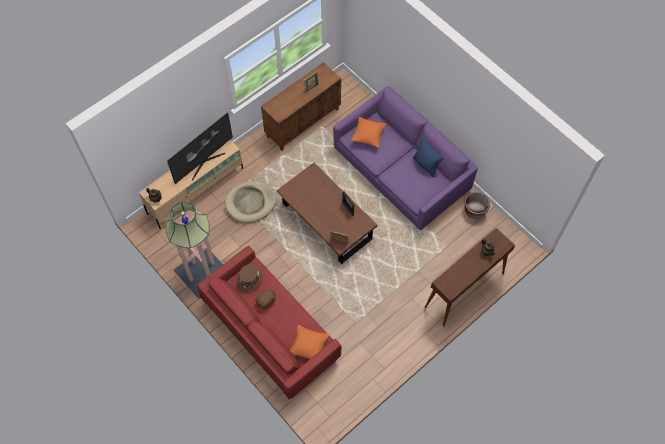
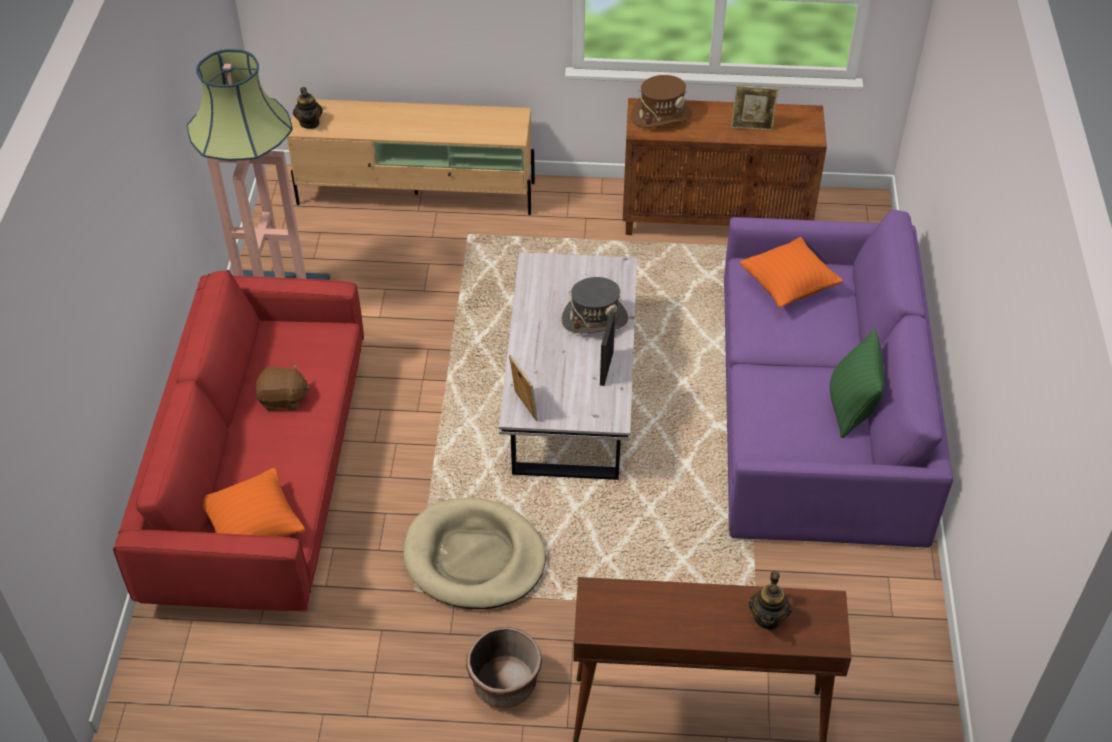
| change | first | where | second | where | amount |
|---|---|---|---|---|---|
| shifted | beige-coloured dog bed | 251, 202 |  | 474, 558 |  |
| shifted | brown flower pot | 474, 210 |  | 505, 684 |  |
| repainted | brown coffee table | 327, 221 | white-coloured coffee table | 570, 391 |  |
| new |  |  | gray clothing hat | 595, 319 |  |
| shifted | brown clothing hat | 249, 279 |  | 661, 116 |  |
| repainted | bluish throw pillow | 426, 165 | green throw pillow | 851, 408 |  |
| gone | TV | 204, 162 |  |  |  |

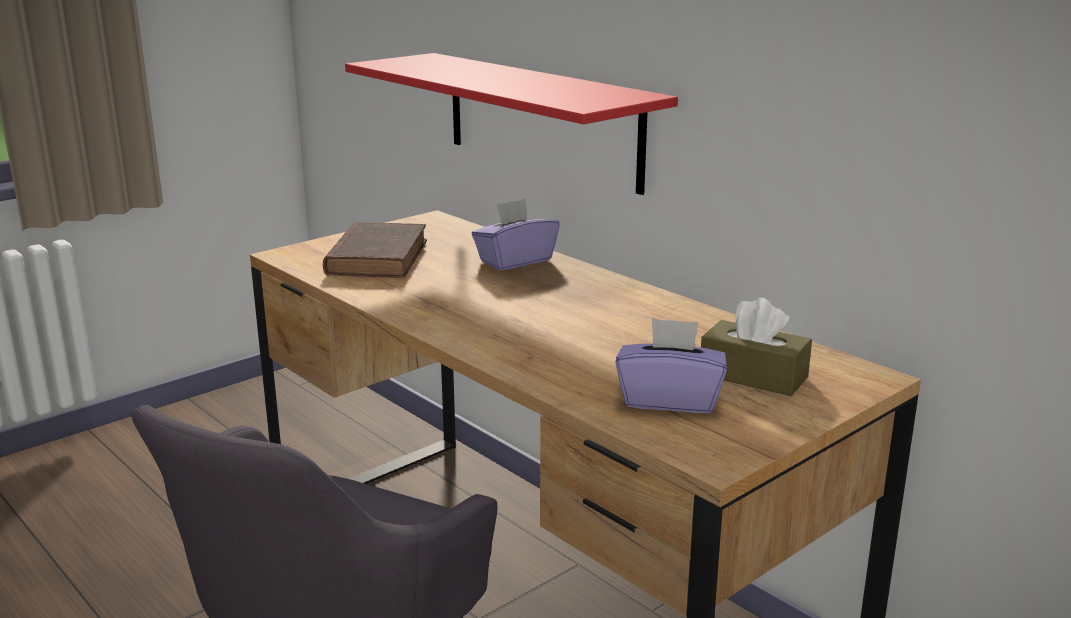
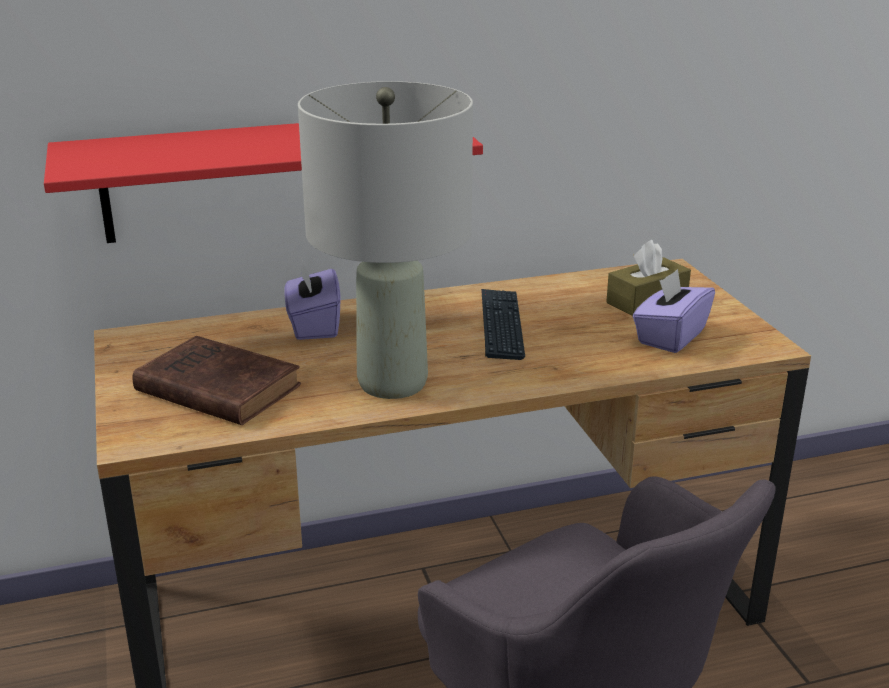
| change | first | where | second | where | amount |
|---|---|---|---|---|---|
| new |  |  | gray table lamp | 392, 382 |  |
| new |  |  | keyboard | 501, 325 |  |

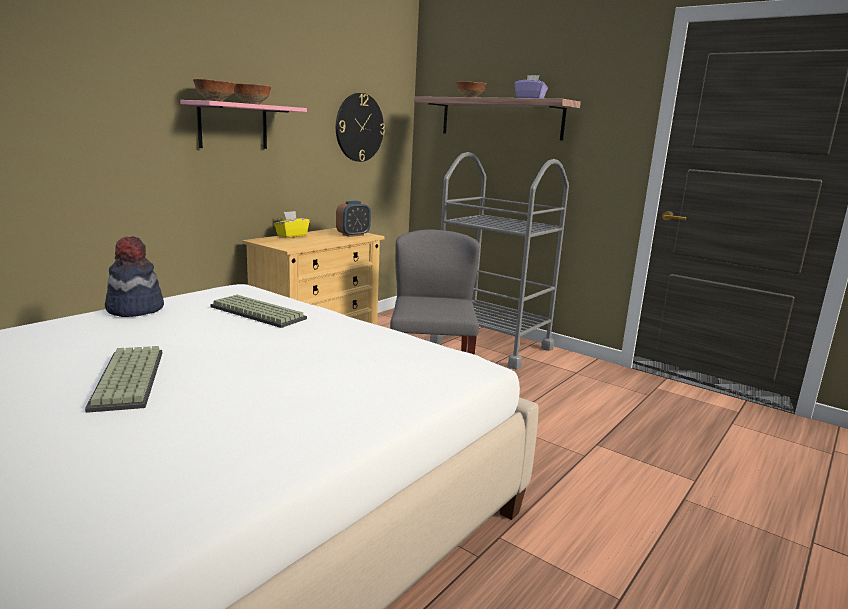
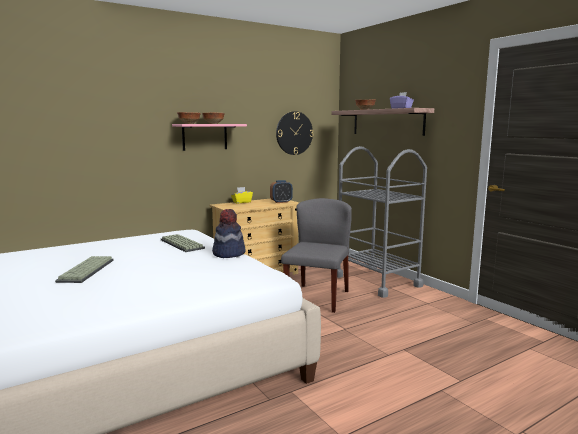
| change | first | where | second | where | amount |
|---|---|---|---|---|---|
| shifted | clothing hat | 134, 309 |  | 228, 253 |  |

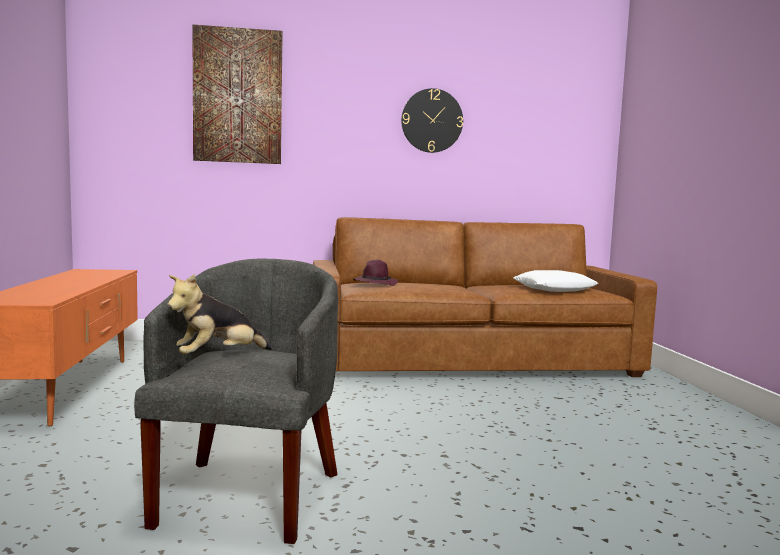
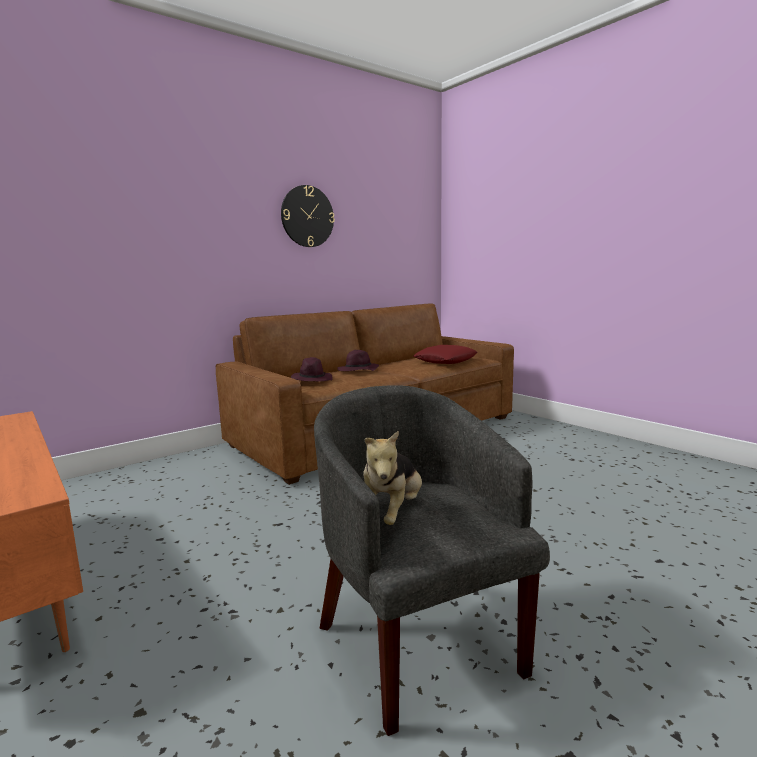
| change | first | where | second | where | amount |
|---|---|---|---|---|---|
| new |  |  | purplish clothing hat | 357, 371 |  |
| repainted | white-coloured throw pillow | 554, 289 | reddish throw pillow | 445, 360 |  |
| gone | wall picture | 238, 96 |  |  |  |

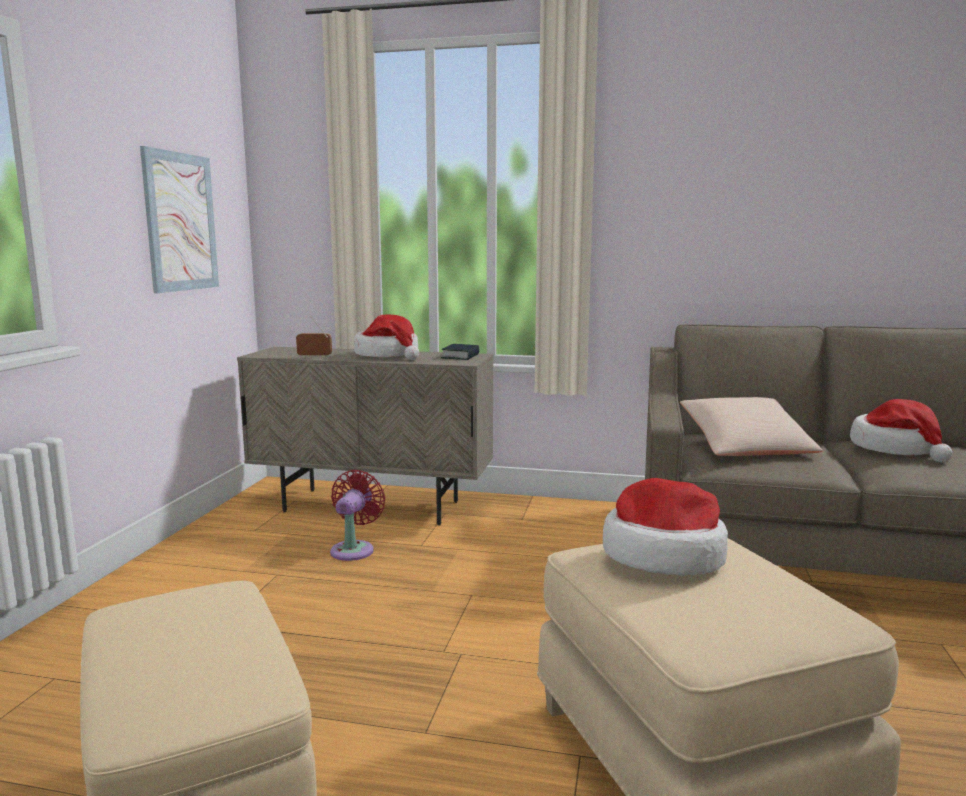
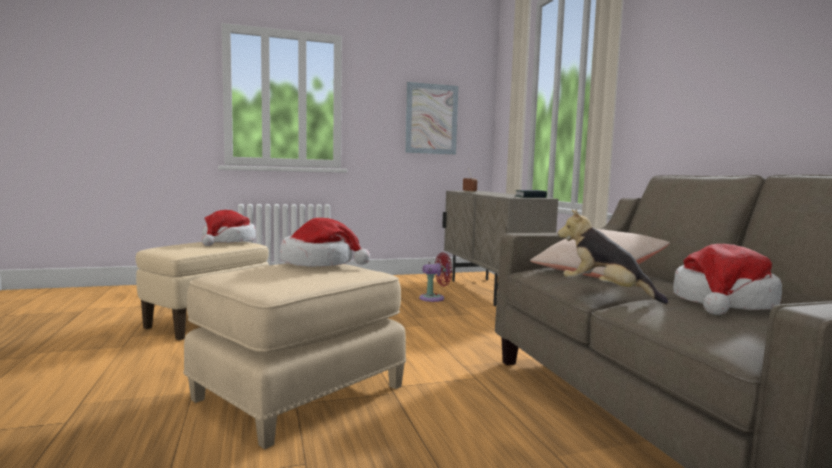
| change | first | where | second | where | amount |
|---|---|---|---|---|---|
| shifted | clothing hat | 388, 355 |  | 228, 242 |  |
| new |  |  | cuddly toy | 605, 292 |  |

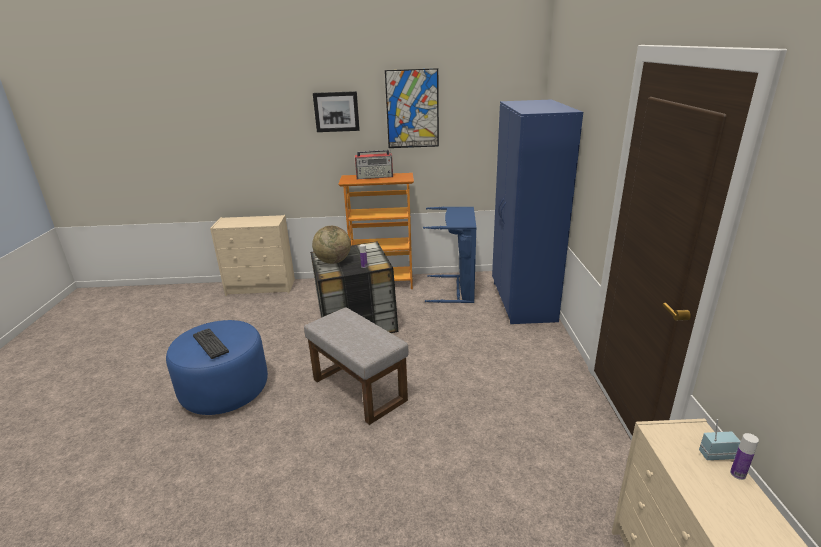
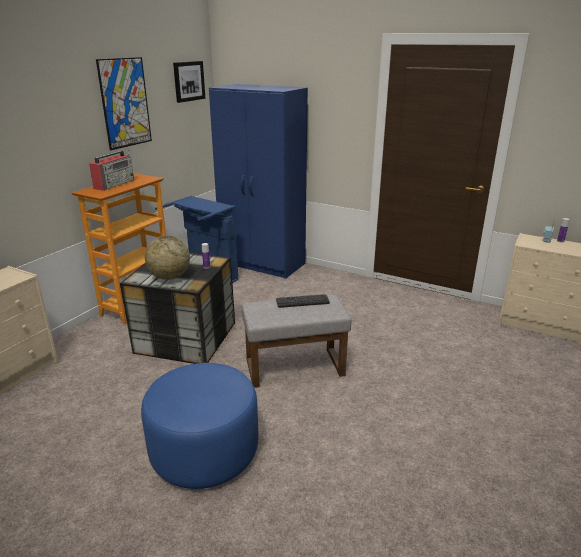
| change | first | where | second | where | amount |
|---|---|---|---|---|---|
| shifted | wall picture | 336, 111 |  | 188, 81 |  |
| shifted | keyboard | 210, 344 |  | 302, 301 |  |

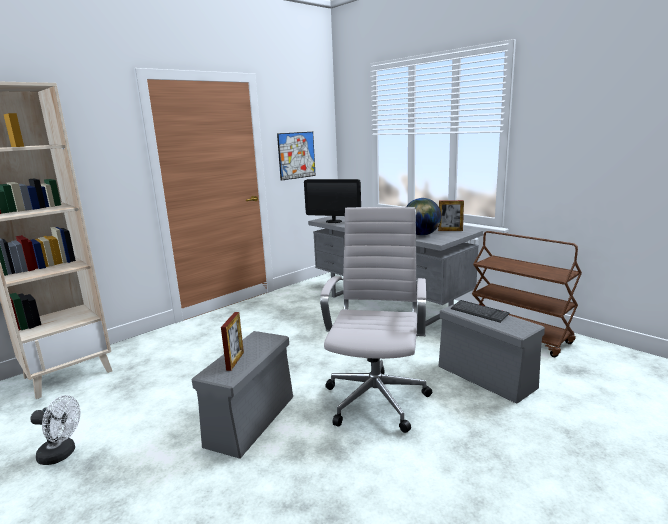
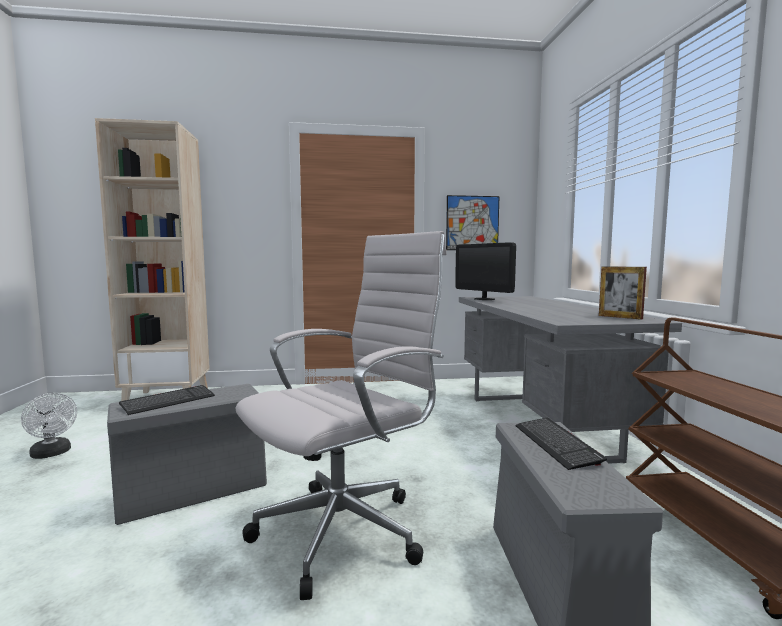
| change | first | where | second | where | amount |
|---|---|---|---|---|---|
| swapped | standing frame | 235, 361 | keyboard | 168, 401 |  |
| gone | globe | 421, 235 |  |  |  |

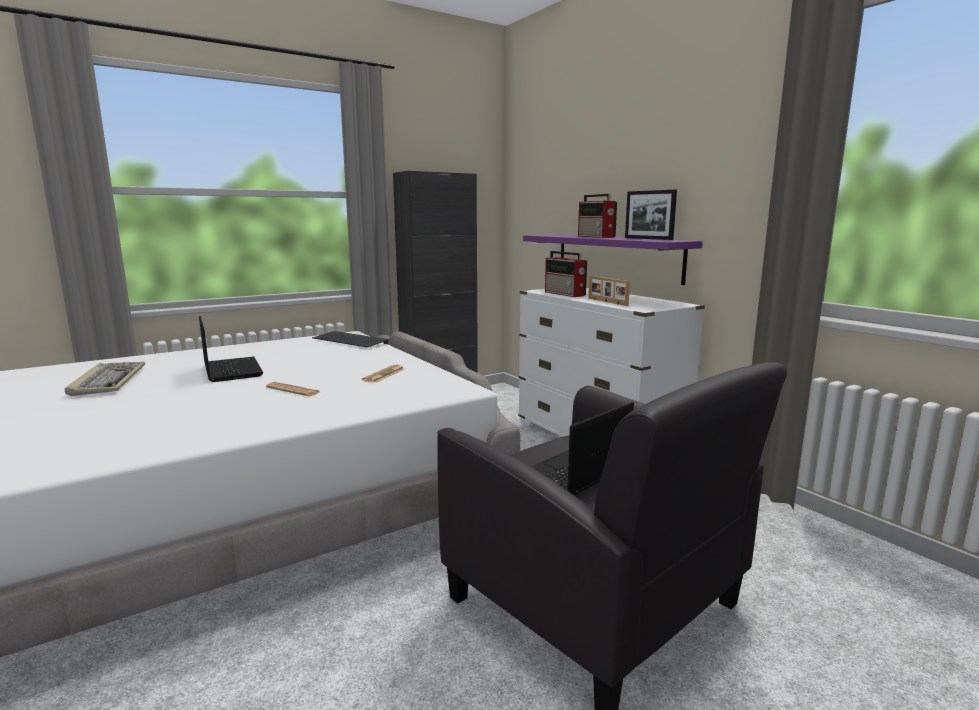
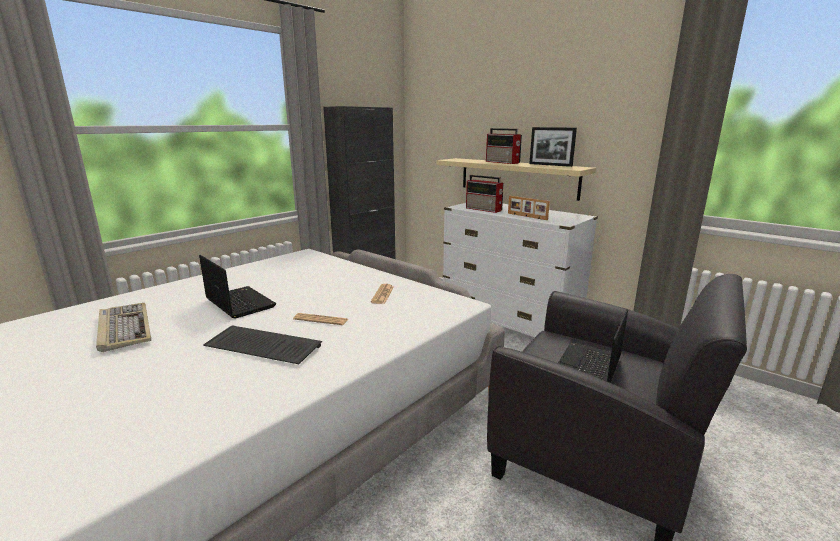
| change | first | where | second | where | amount |
|---|---|---|---|---|---|
| shifted | keyboard | 348, 342 |  | 261, 347 |  |
| repainted | purplish bracket shelf | 616, 257 | beige-coloured bracket shelf | 517, 178 |  |

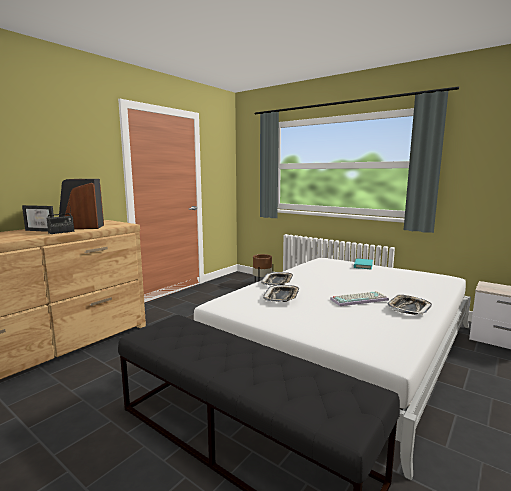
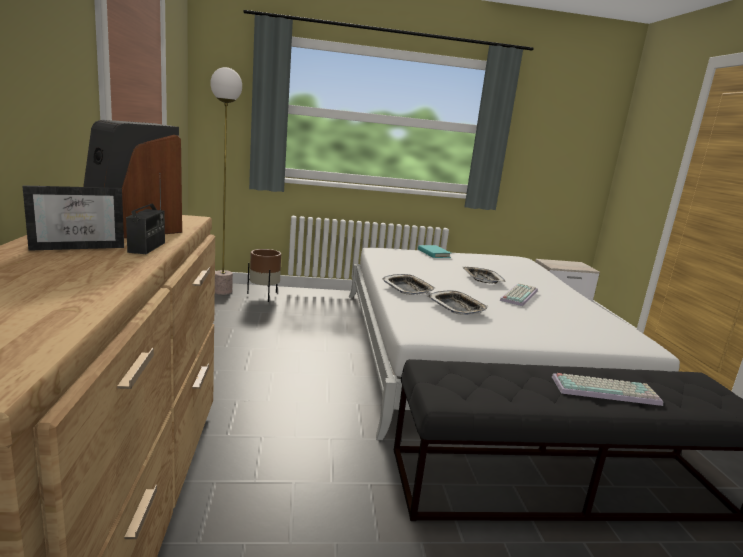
| change | first | where | second | where | amount |
|---|---|---|---|---|---|
| new |  |  | floor lamp | 222, 291 |  |
| shifted | carrying tray | 408, 308 |  | 482, 279 |  |
| new |  |  | keyboard | 605, 390 |  |

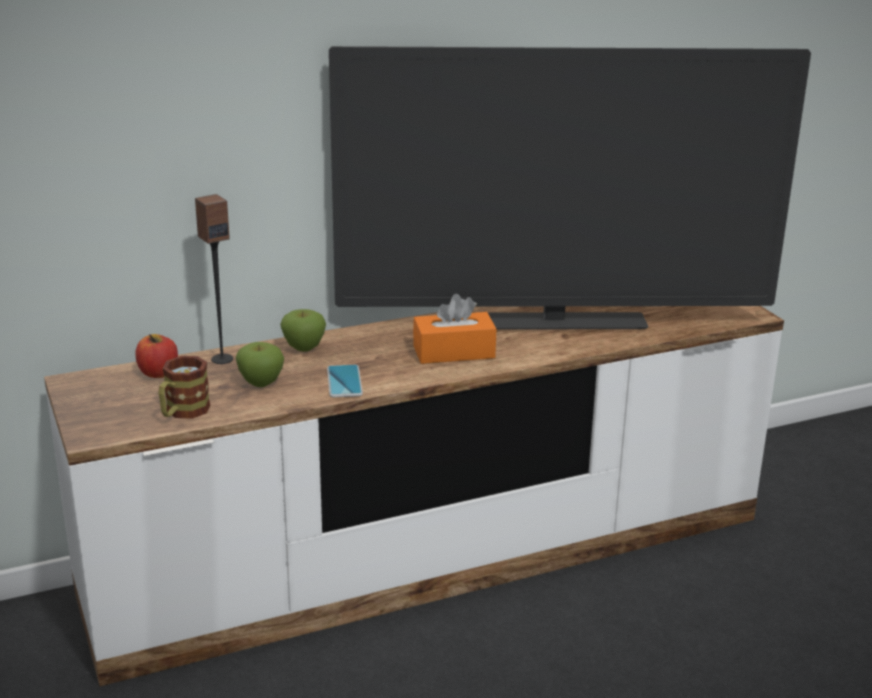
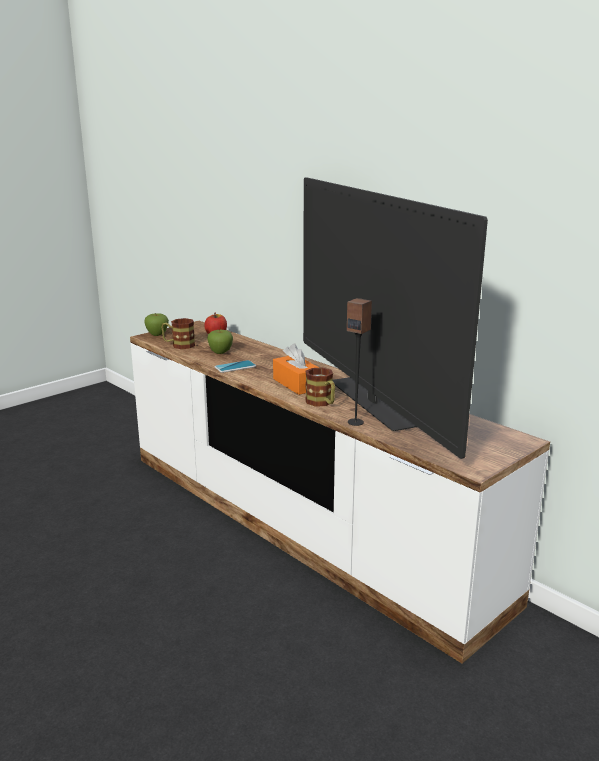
| change | first | where | second | where | amount |
|---|---|---|---|---|---|
| shifted | apple | 304, 348 |  | 157, 334 |  |
| new |  |  | mug | 322, 403 |  |
| shifted | audio speaker | 222, 359 |  | 355, 422 |  |

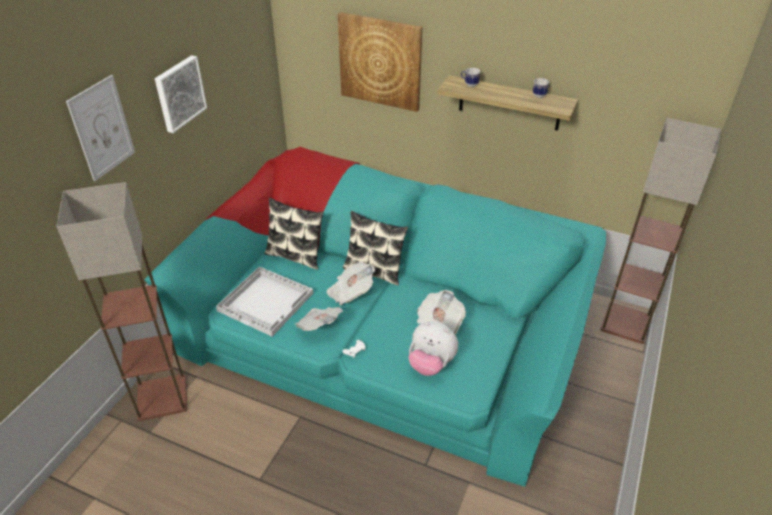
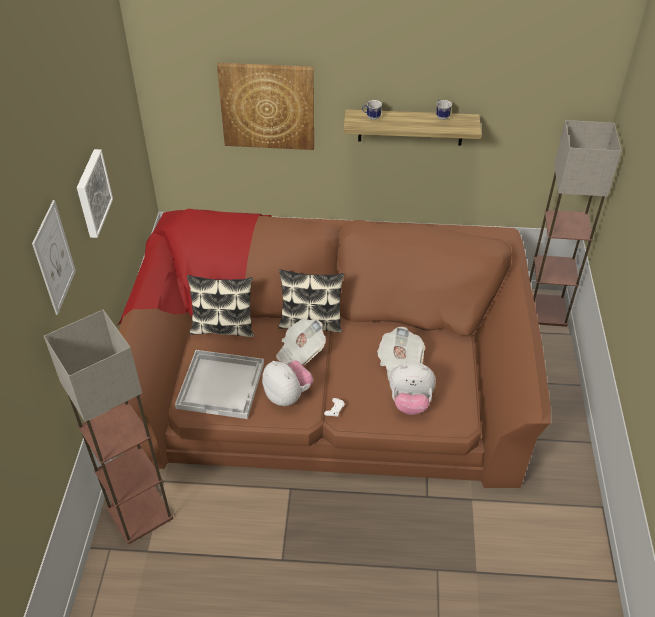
| change | first | where | second | where | amount |
|---|---|---|---|---|---|
| repainted | blue-green settee | 386, 326 | brown settee | 328, 374 |  |
| swapped | newspaper | 319, 326 | cuddly toy | 288, 395 |  |

